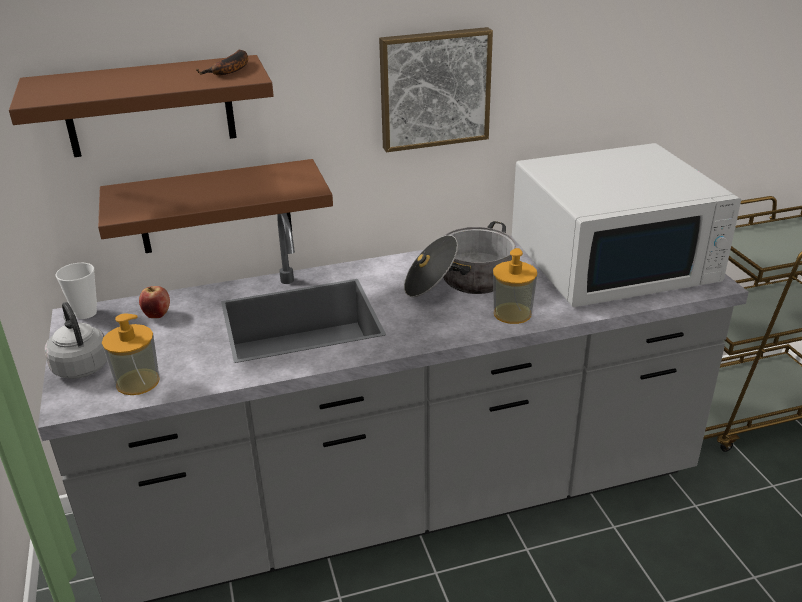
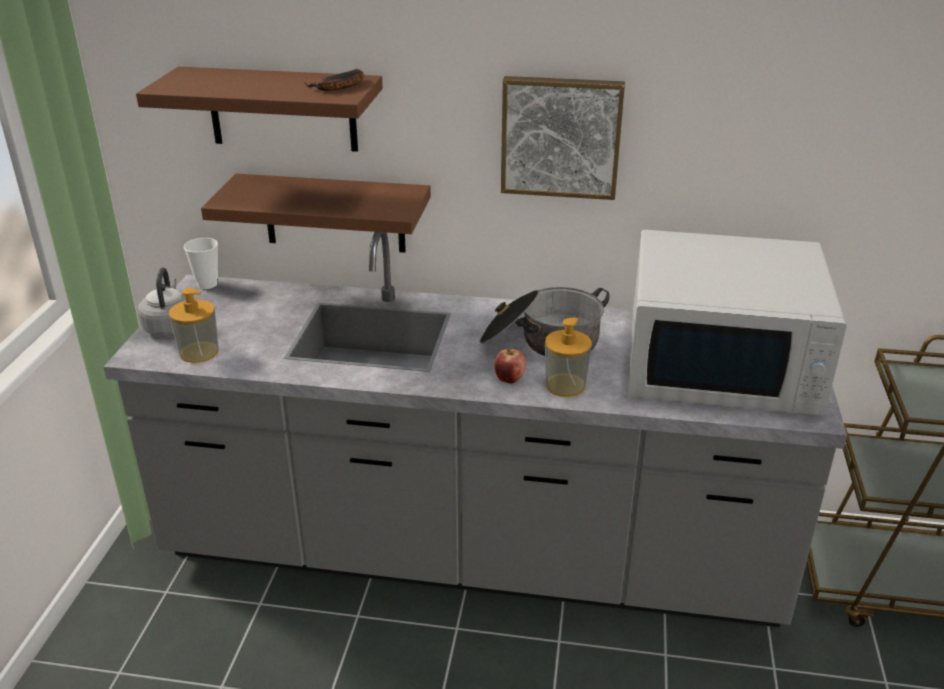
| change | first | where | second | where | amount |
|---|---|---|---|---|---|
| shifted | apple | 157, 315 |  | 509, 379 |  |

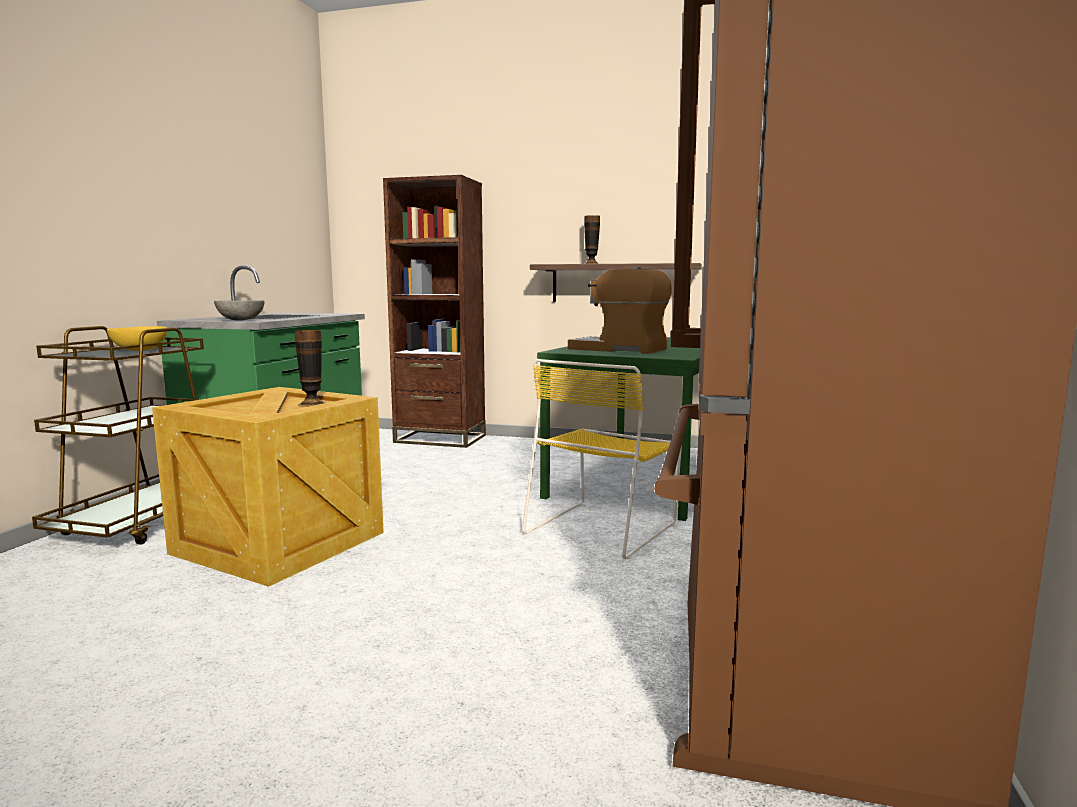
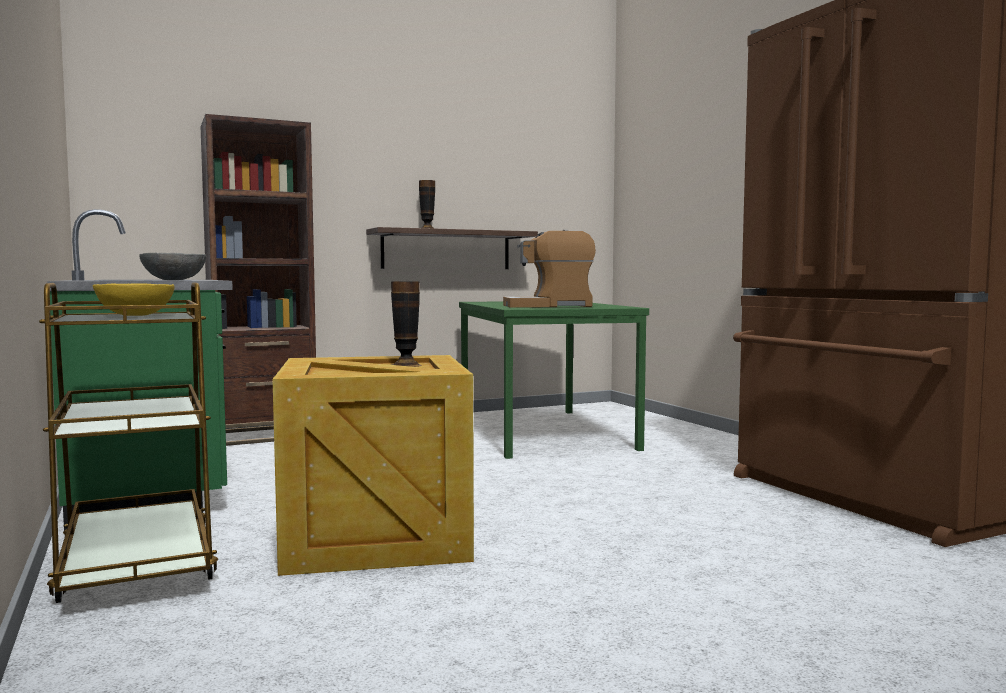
| change | first | where | second | where | amount |
|---|---|---|---|---|---|
| gone | yellowish plain chair | 603, 527 |  |  |  |

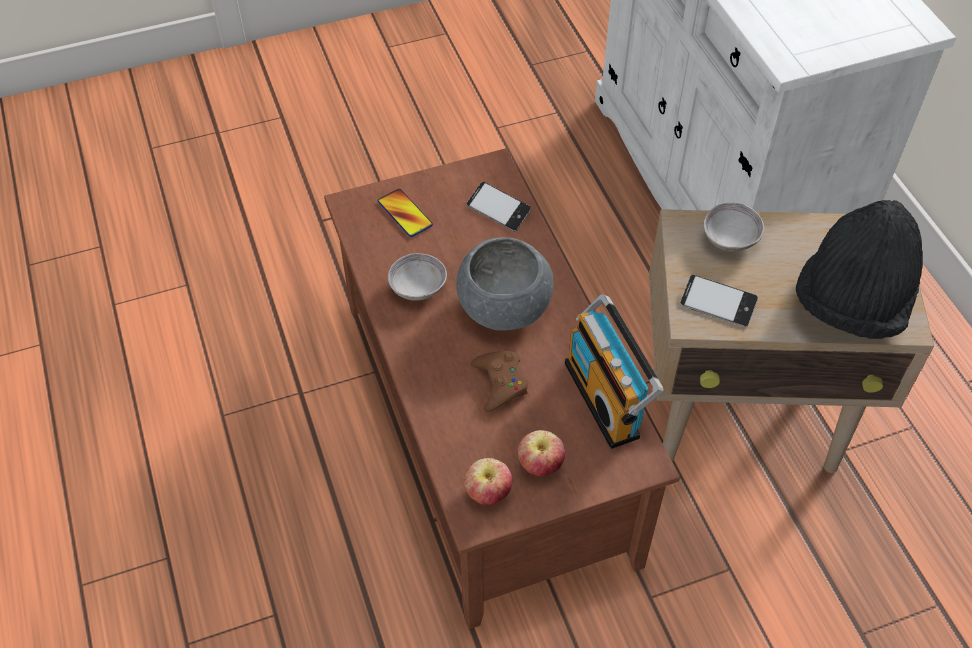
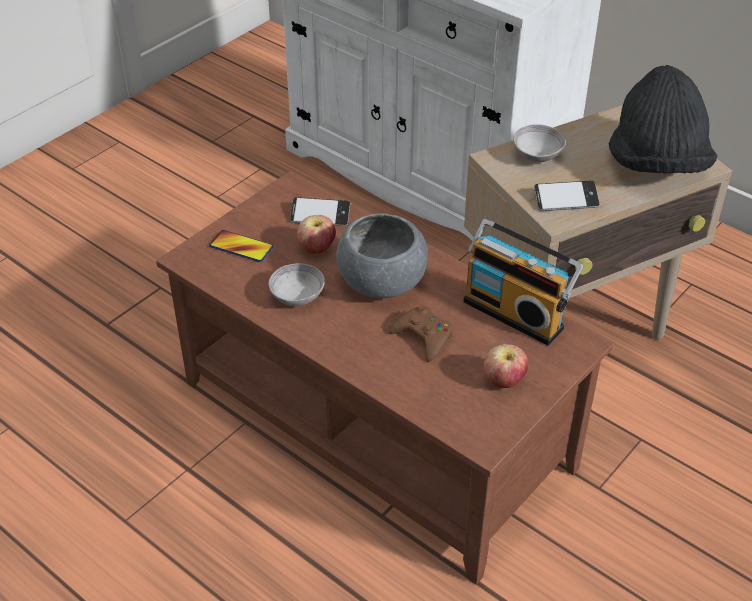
| change | first | where | second | where | amount |
|---|---|---|---|---|---|
| shifted | apple | 488, 493 |  | 316, 249 |  |

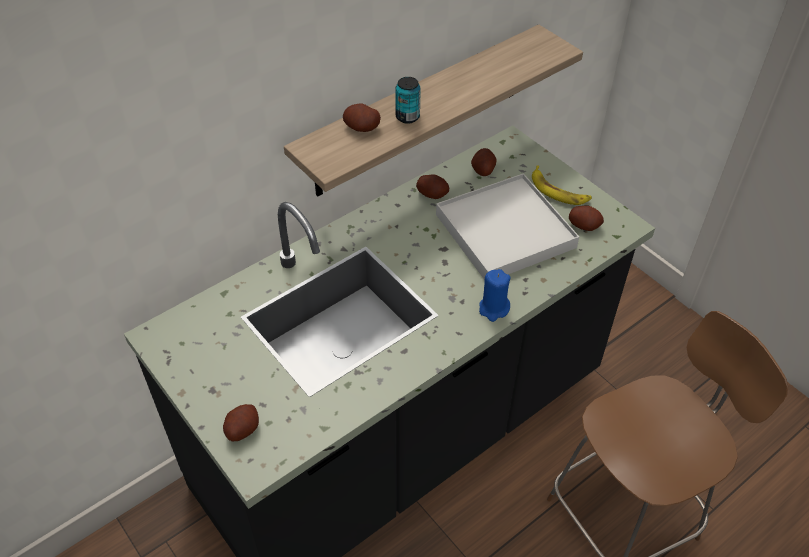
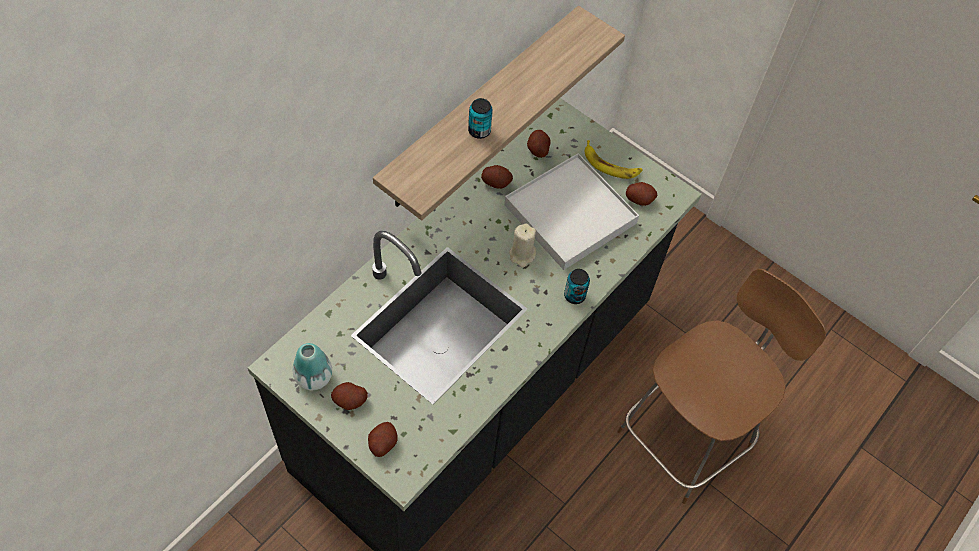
| change | first | where | second | where | amount |
|---|---|---|---|---|---|
| new |  |  | vase | 314, 377 |  |
| shifted | potato | 361, 127 |  | 350, 400 |  |
| new |  |  | beige-coloured wax candle | 522, 255 |  |
| swapped | bluish wax candle | 493, 309 | metal can | 574, 295 |  |

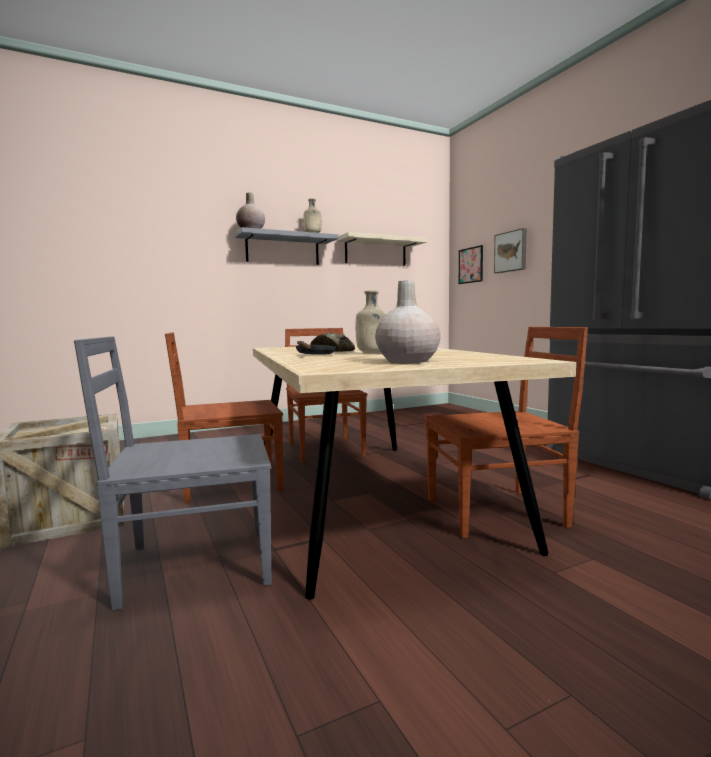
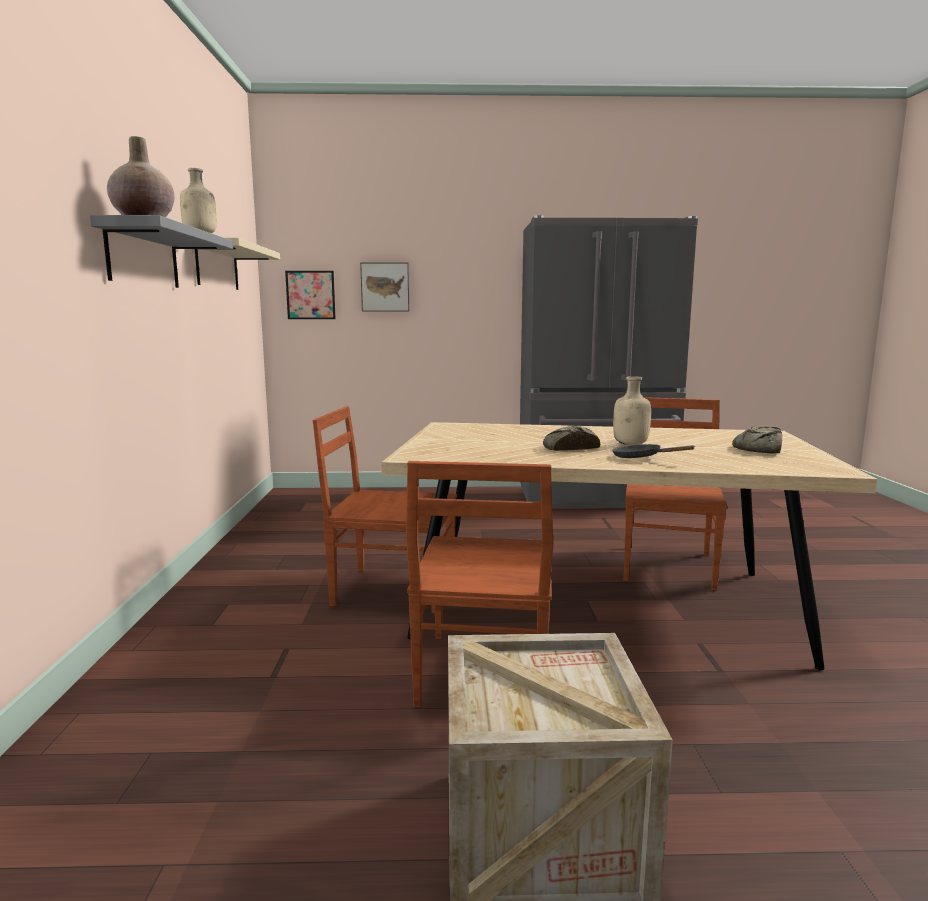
| change | first | where | second | where | amount |
|---|---|---|---|---|---|
| swapped | beige-coloured vase | 407, 361 | baked bread | 758, 449 |  |
| gone | gray plain chair | 193, 565 |  |  |  |

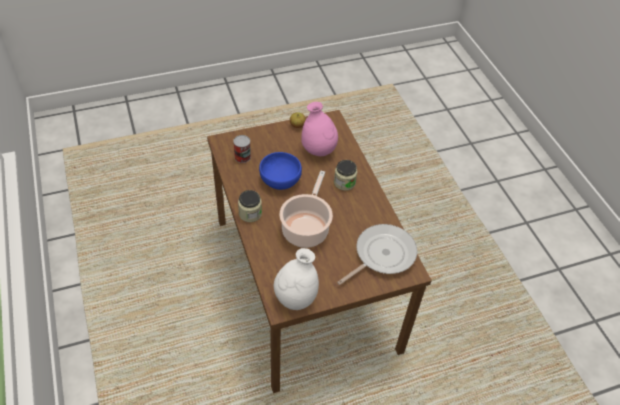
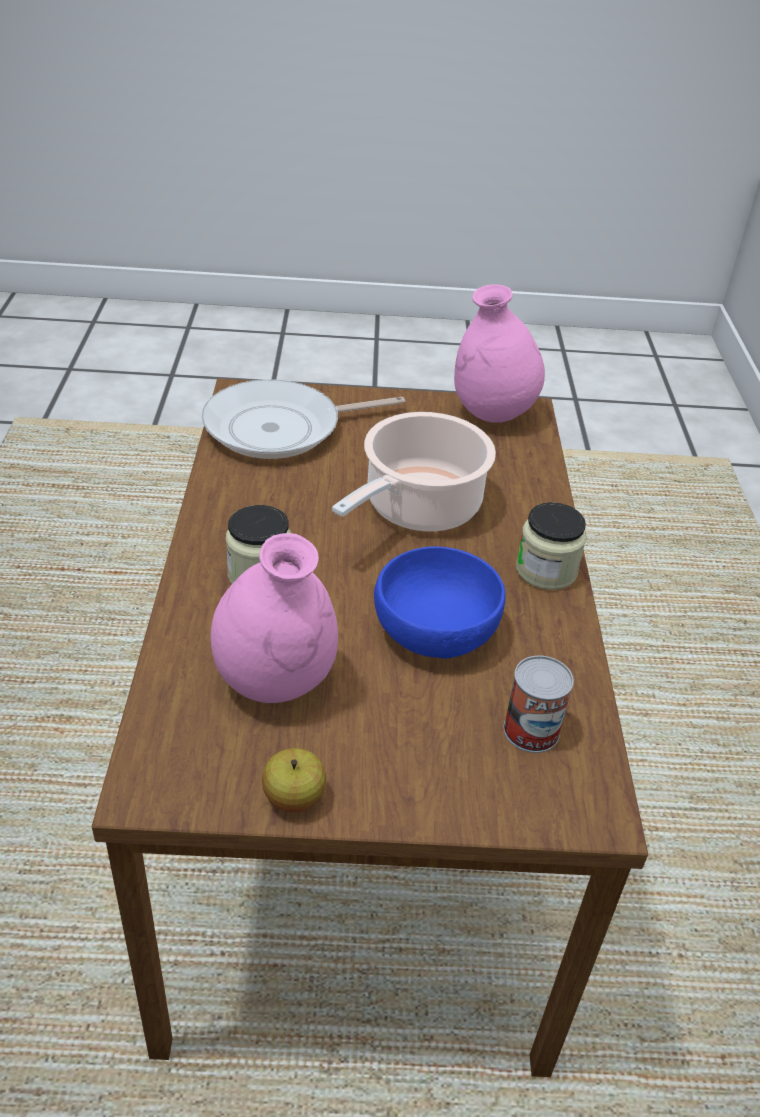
| change | first | where | second | where | amount |
|---|---|---|---|---|---|
| repainted | white-coloured vase | 296, 298 | pink-coloured vase | 492, 415 |  |

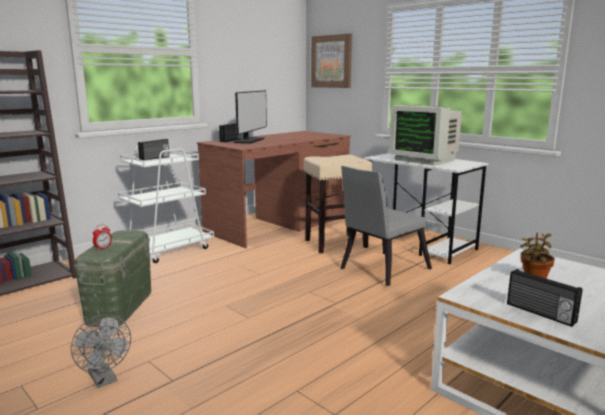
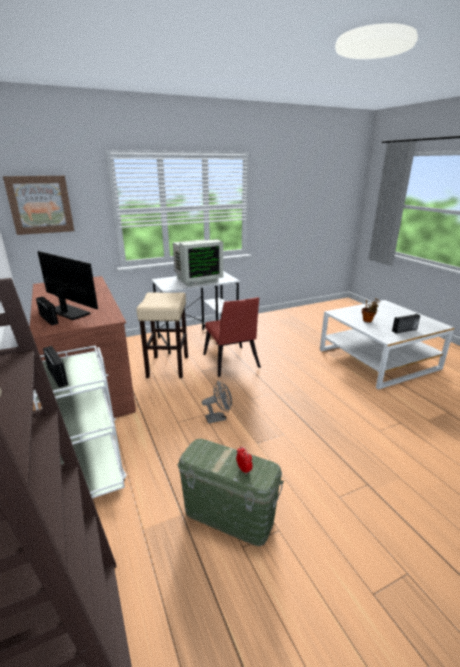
| change | first | where | second | where | amount |
|---|---|---|---|---|---|
| shifted | gray electric fan | 105, 380 |  | 219, 418 |  |
| repainted | gray plain chair | 380, 270 | reddish plain chair | 231, 363 |  |

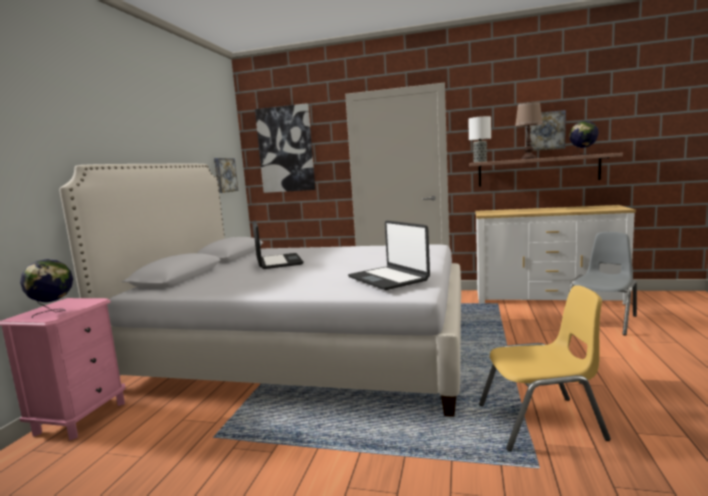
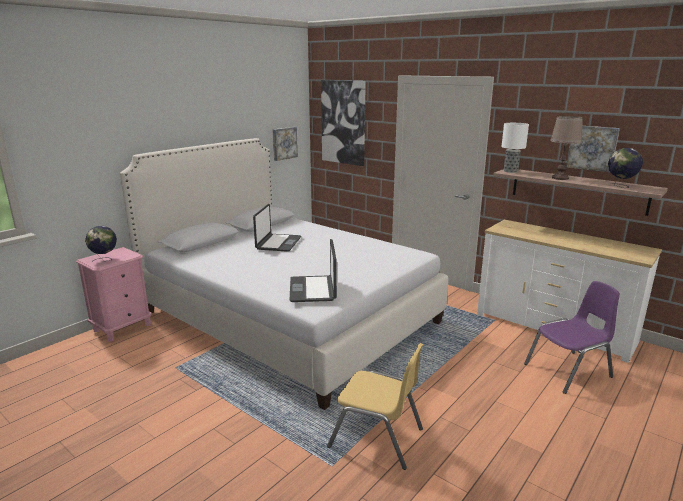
| change | first | where | second | where | amount |
|---|---|---|---|---|---|
| repainted | gray plain chair | 603, 320 | purplish plain chair | 569, 371 |  |

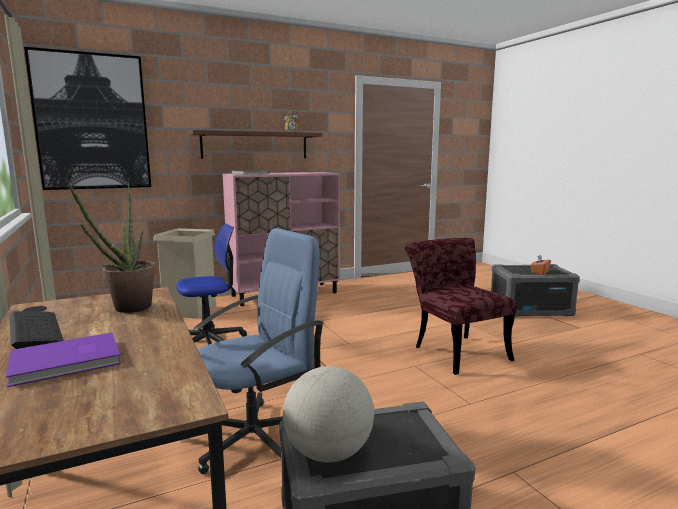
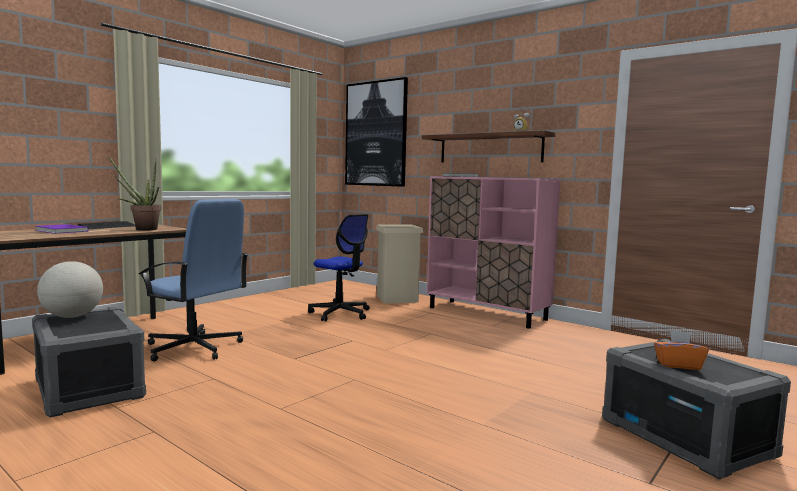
| change | first | where | second | where | amount |
|---|---|---|---|---|---|
| gone | reddish plain chair | 455, 350 |  |  |  |

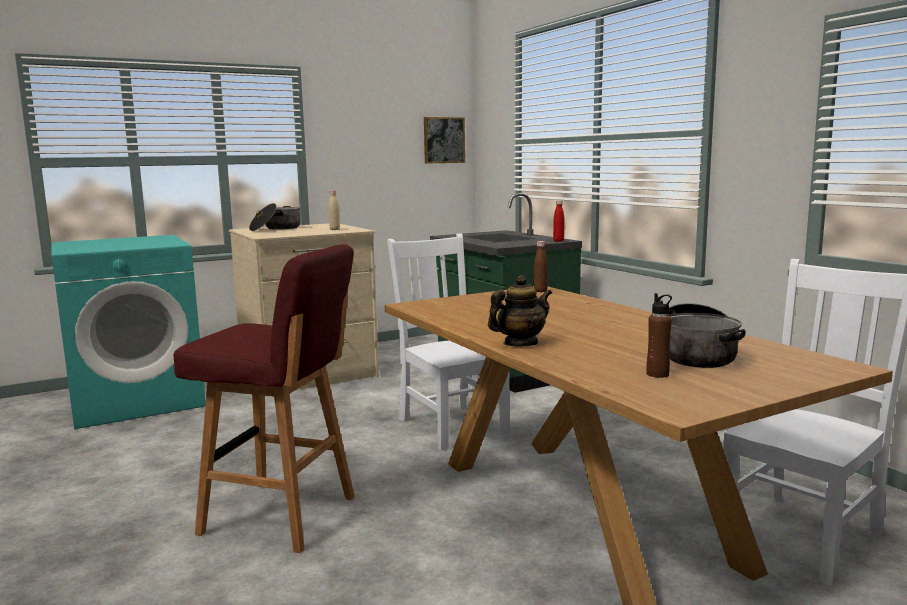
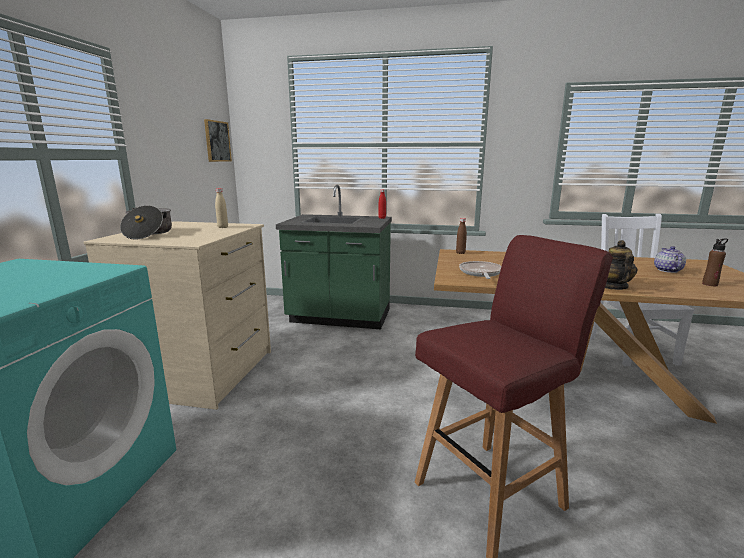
| change | first | where | second | where | amount |
|---|---|---|---|---|---|
| new |  |  | frying pan | 480, 273 |  |
| swapped | cooking pot | 698, 354 | tea pot | 667, 270 |  |
| gone | white-coloured plain chair | 451, 425 |  |  |  |

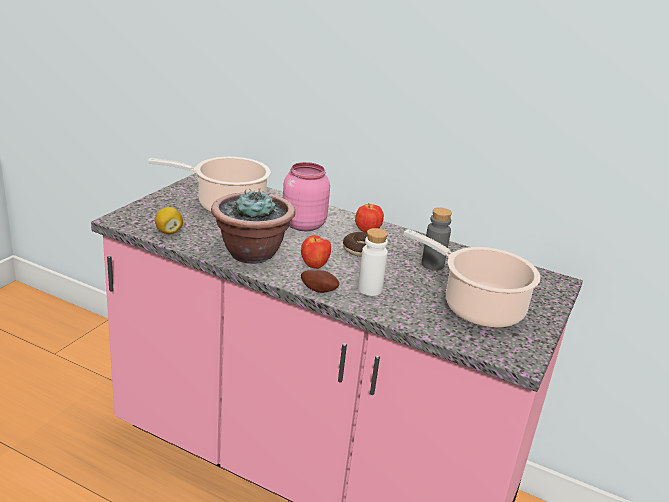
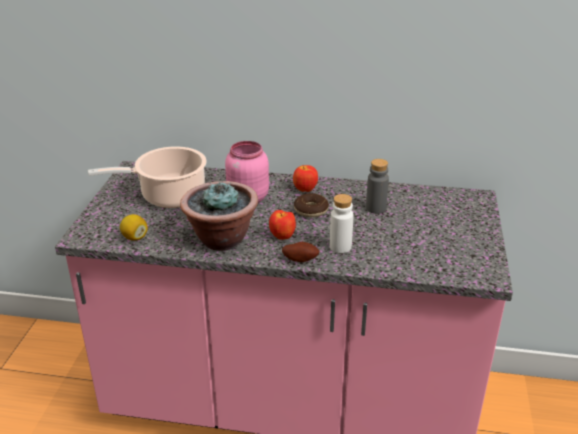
| change | first | where | second | where | amount |
|---|---|---|---|---|---|
| gone | cooking pot | 477, 307 |  |  |  |

